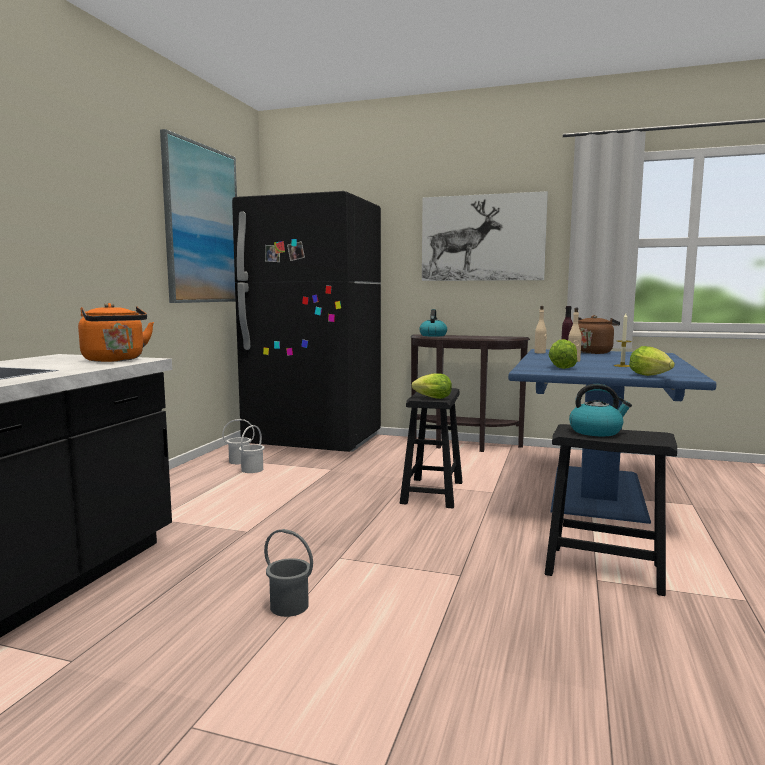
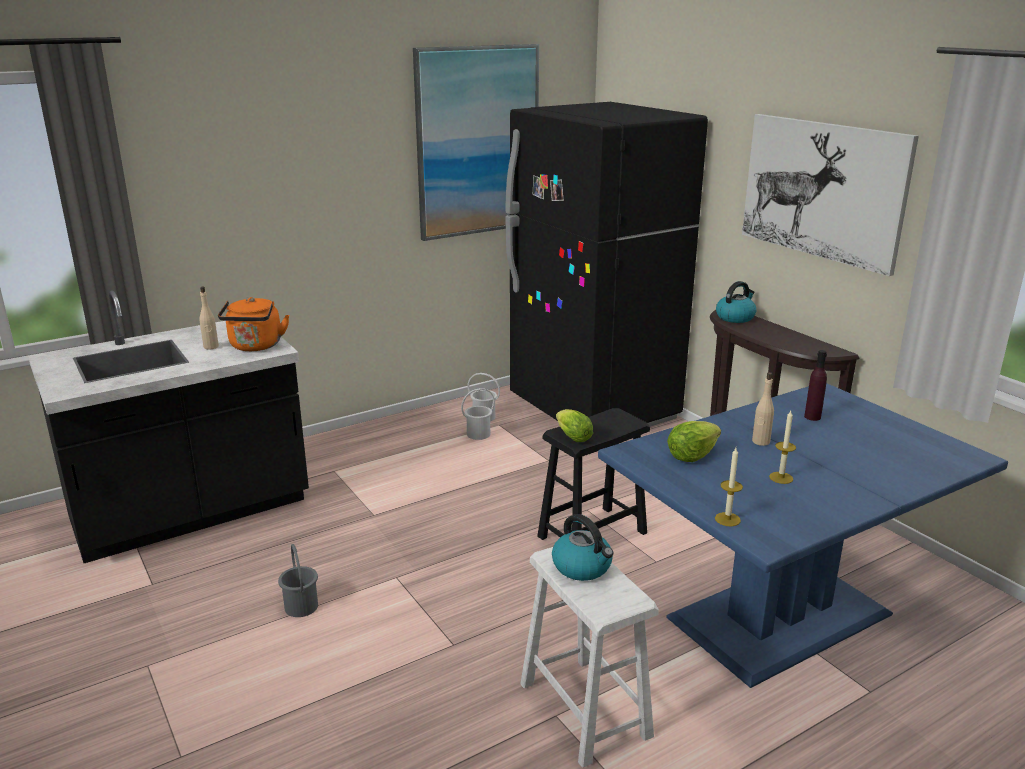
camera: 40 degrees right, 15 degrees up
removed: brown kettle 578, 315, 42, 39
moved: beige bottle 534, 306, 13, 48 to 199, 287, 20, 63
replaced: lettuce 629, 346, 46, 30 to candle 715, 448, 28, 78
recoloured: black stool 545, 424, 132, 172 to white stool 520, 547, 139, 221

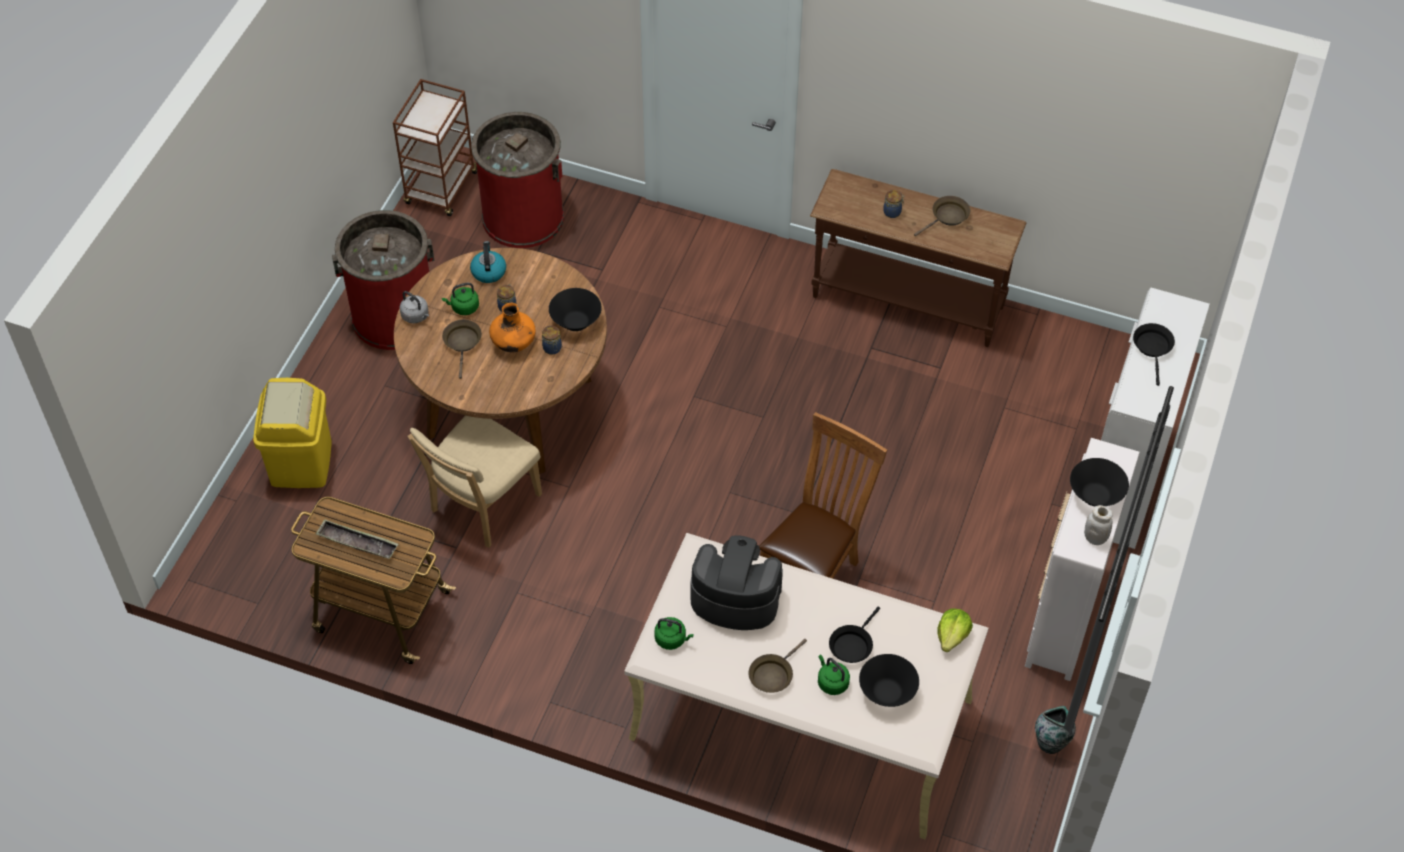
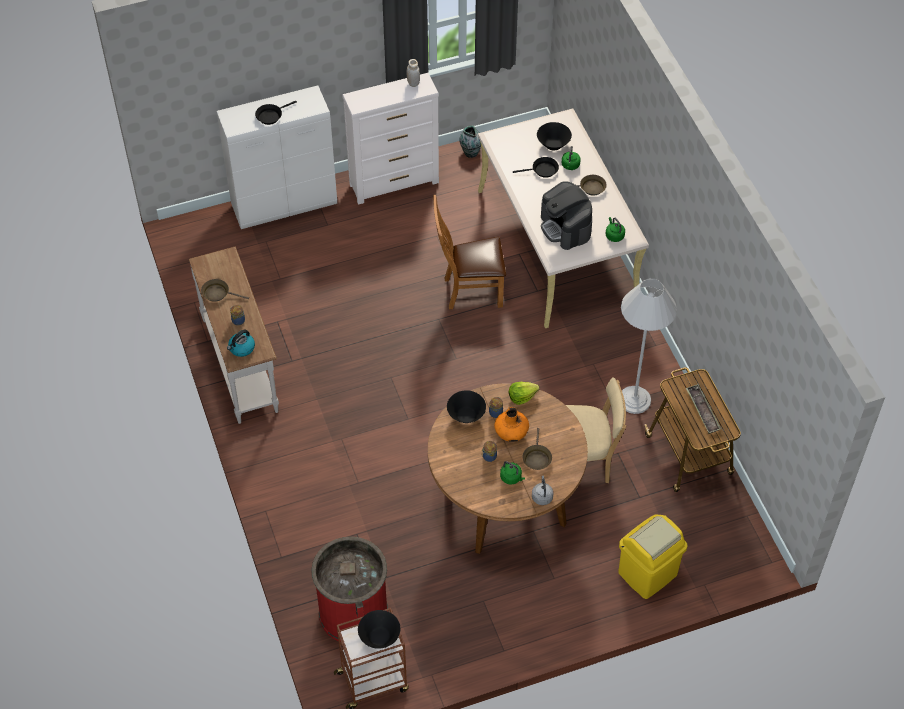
camera: 130 degrees left, 0 degrees up
removed: red trash can 332, 210, 102, 140
added: white floor lamp 621, 278, 56, 136
moved: kettle 470, 241, 36, 42 to 227, 330, 28, 27; lettuce 937, 609, 36, 43 to 509, 382, 30, 23; black bowl 1070, 458, 59, 49 to 358, 610, 42, 39
recoloured: brown console table 810, 169, 216, 178 to white console table 189, 246, 90, 178
turned: brown frying pan 442, 320, 40, 59 = 523, 428, 29, 42 45 degrees counterclockwise

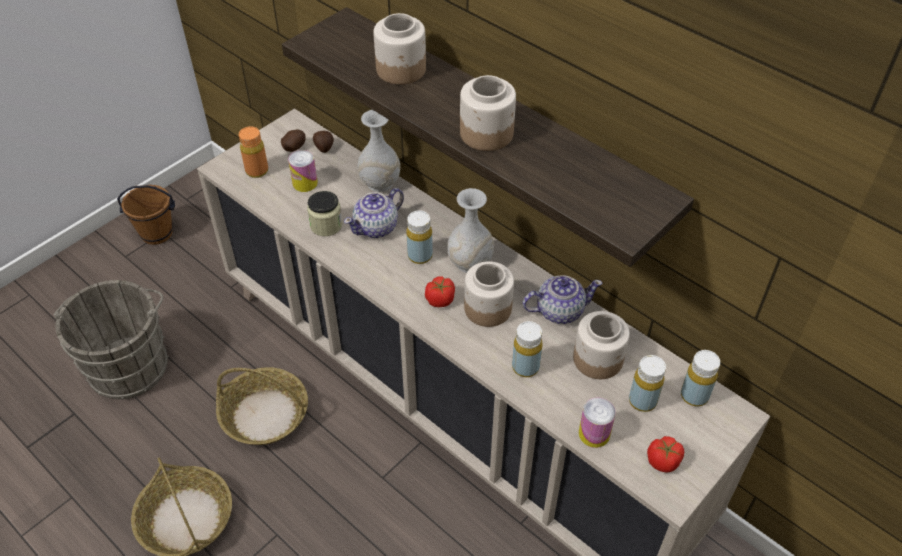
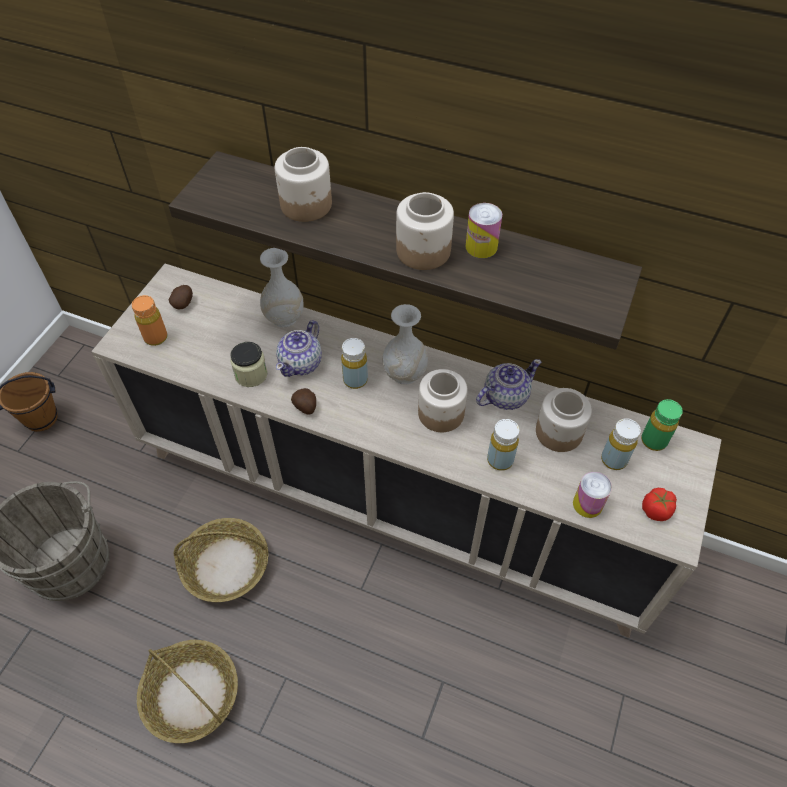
camera: 20 degrees left, 5 degrees up
removed: tomato 425, 277, 30, 30
moved: can 288, 150, 30, 42 to 466, 203, 36, 55; potato 313, 131, 21, 22 to 291, 388, 25, 27
recoloured: yellow bottle 681, 350, 39, 57 to green bottle 641, 399, 42, 52

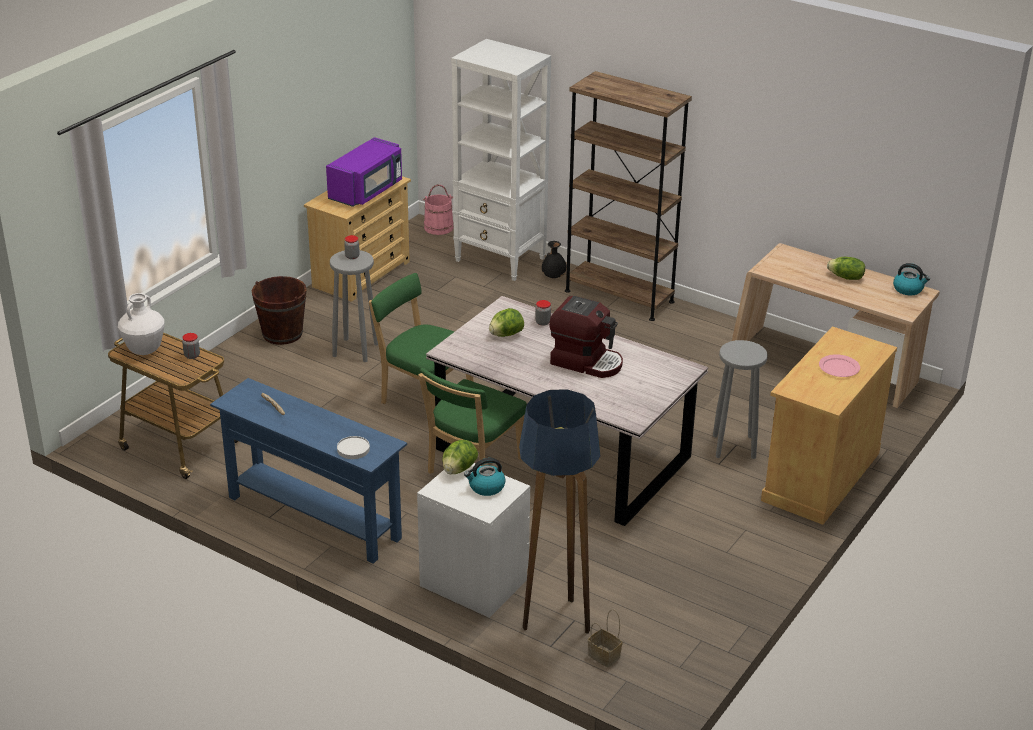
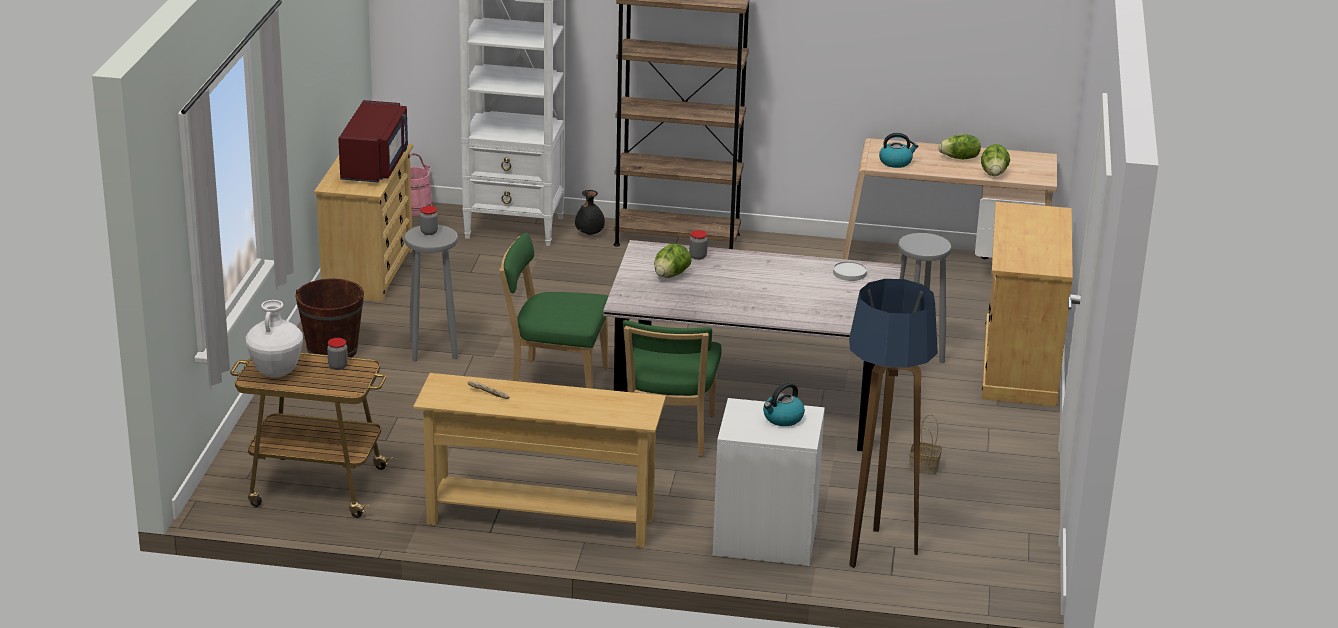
camera: 25 degrees left, 5 degrees down
removed: coffee machine 549, 296, 74, 82; pink plate 819, 354, 41, 23
moved: white plate 337, 436, 33, 23 to 833, 261, 34, 20; lettuce 442, 440, 36, 35 to 981, 144, 29, 32; basket 588, 609, 34, 58 to 909, 414, 33, 61; kettle 893, 263, 37, 32 to 879, 133, 39, 35
recoloured: blue console table 210, 378, 197, 186 to beige console table 413, 373, 253, 175; purple microwave 326, 137, 76, 70 to red microwave 338, 100, 70, 82

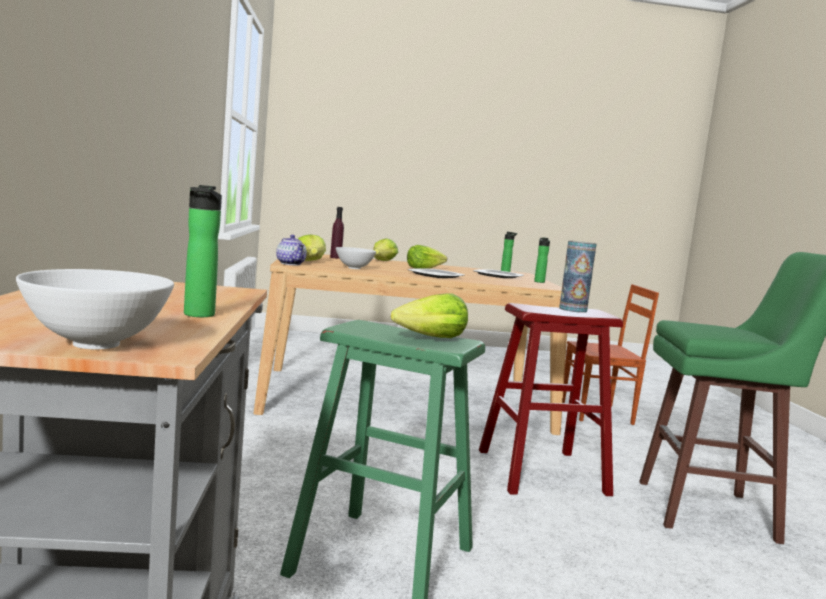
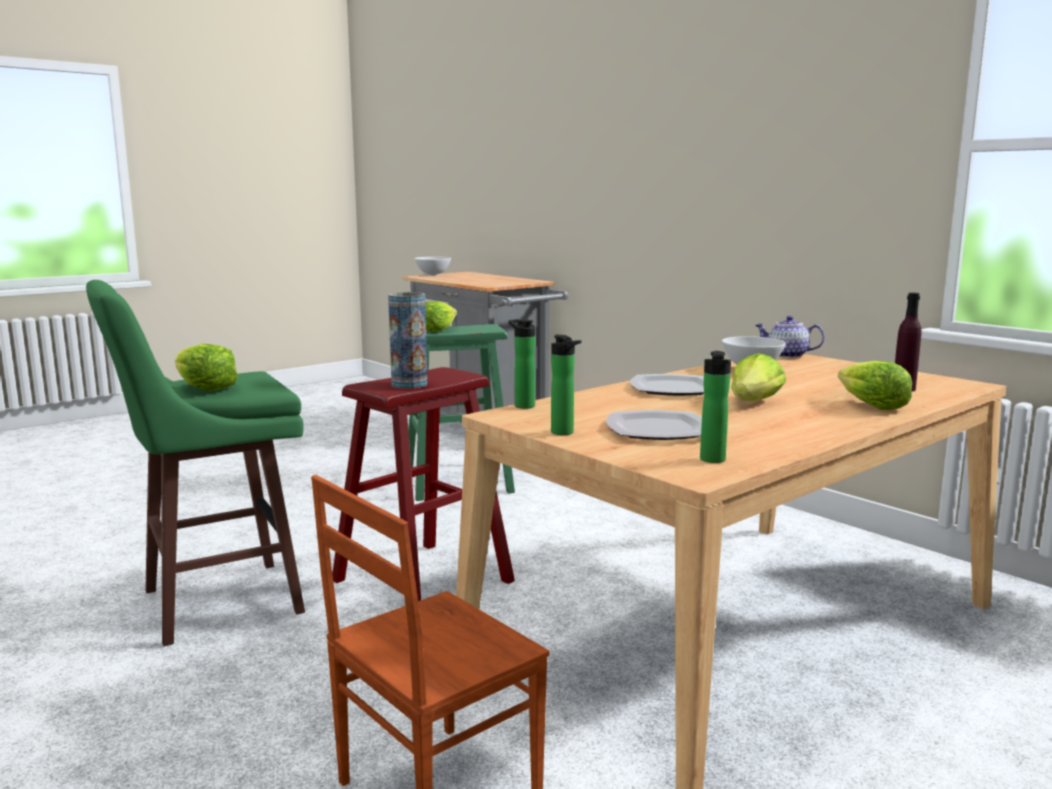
camera: 145 degrees right, 5 degrees up
moved: bottle 184, 185, 38, 132 to 508, 319, 27, 90; lettuce 298, 234, 28, 27 to 175, 344, 63, 47

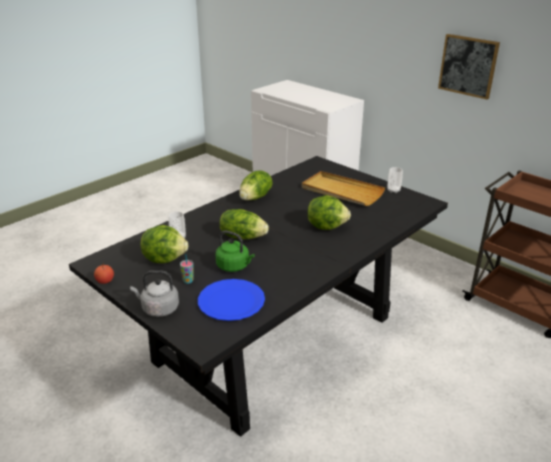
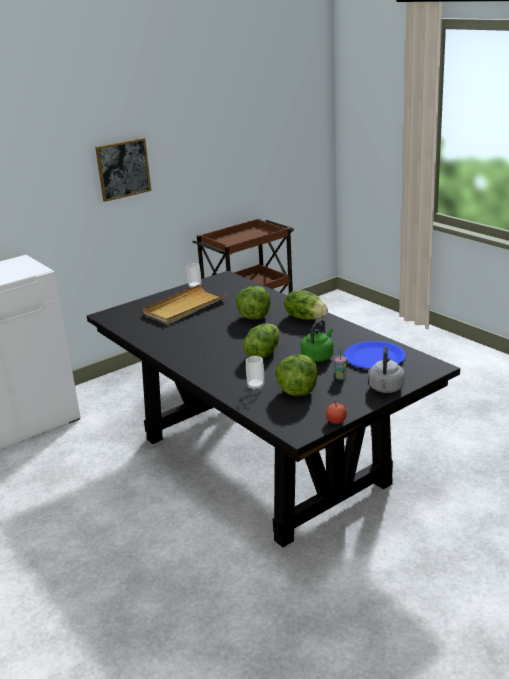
camera: 80 degrees left, 5 degrees down
moved: lettuce 239, 170, 33, 30 to 284, 290, 44, 30

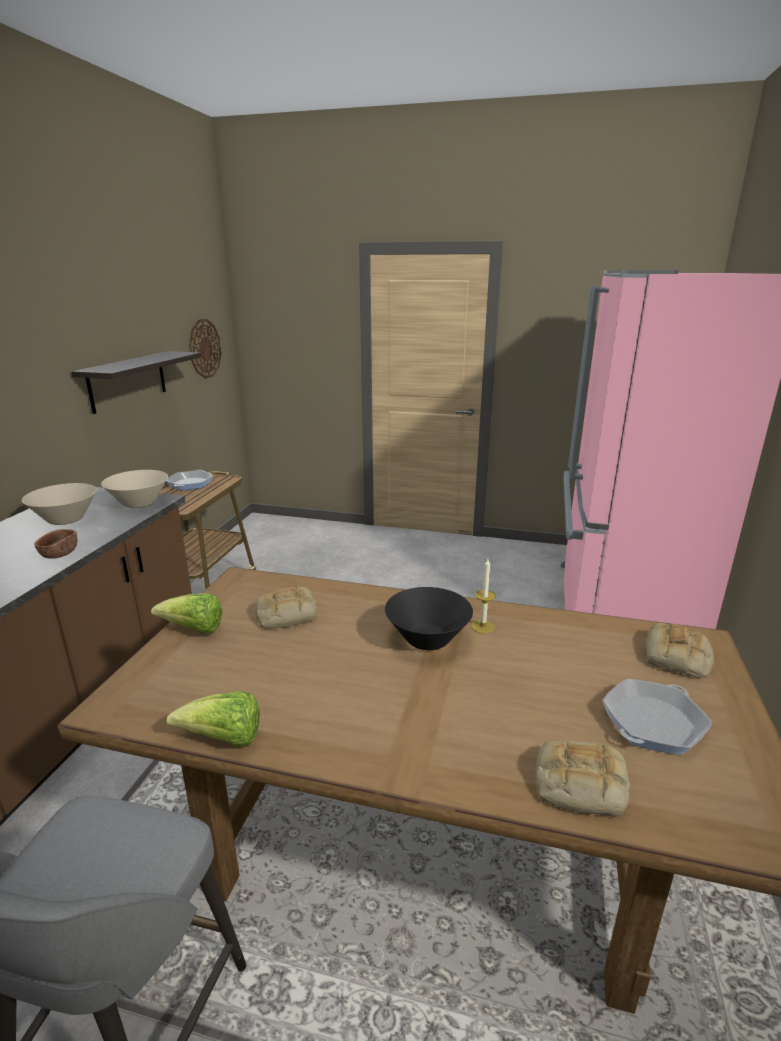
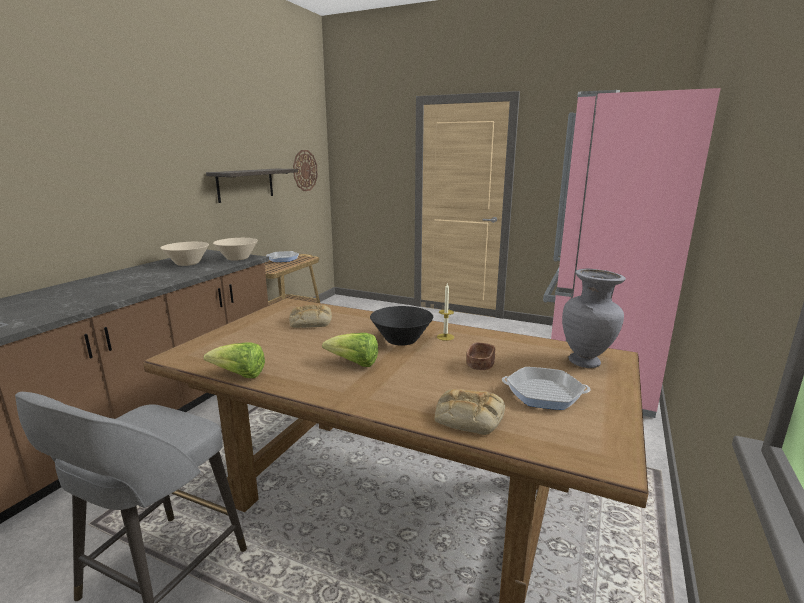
camera: 10 degrees right, 5 degrees down
moved: brown bowl 34, 529, 44, 30 to 466, 343, 29, 27; lettuce 151, 593, 71, 41 to 322, 333, 56, 34
replaced: bread 645, 623, 69, 55 to grey vase 562, 269, 64, 99
turned: frying pan 602, 679, 110, 76 = 502, 367, 88, 43 135 degrees counterclockwise

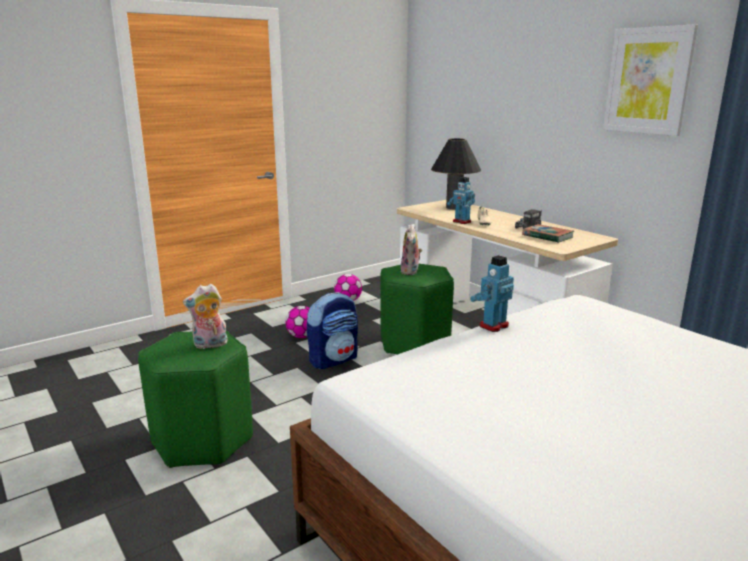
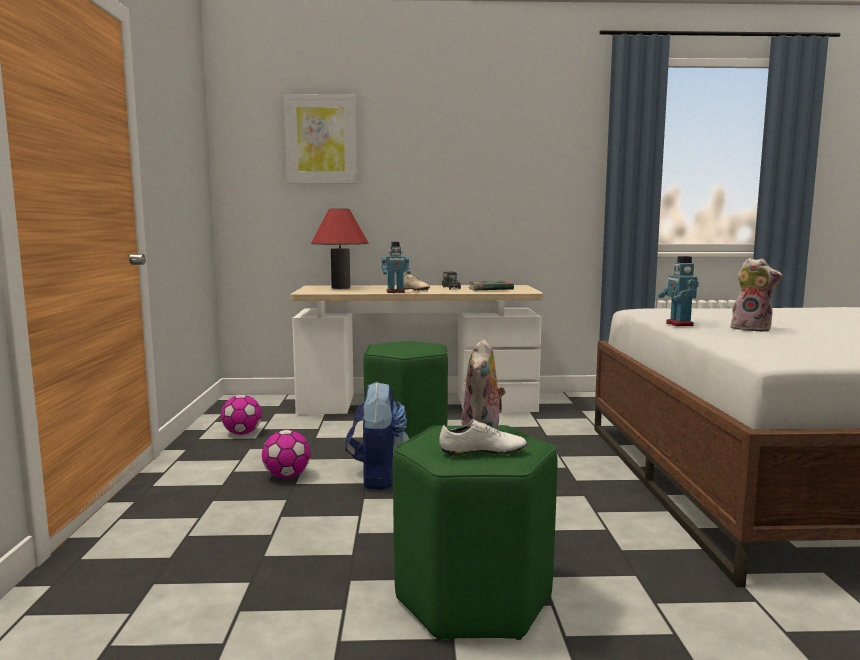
camera: 55 degrees left, 10 degrees down
added: white shoe 439, 419, 88, 38
moved: plush toy 401, 225, 21, 50 to 730, 258, 53, 74; picture 603, 24, 95, 112 to 284, 94, 73, 90
recoloured: black table lamp 431, 138, 50, 72 to red table lamp 311, 208, 58, 81

